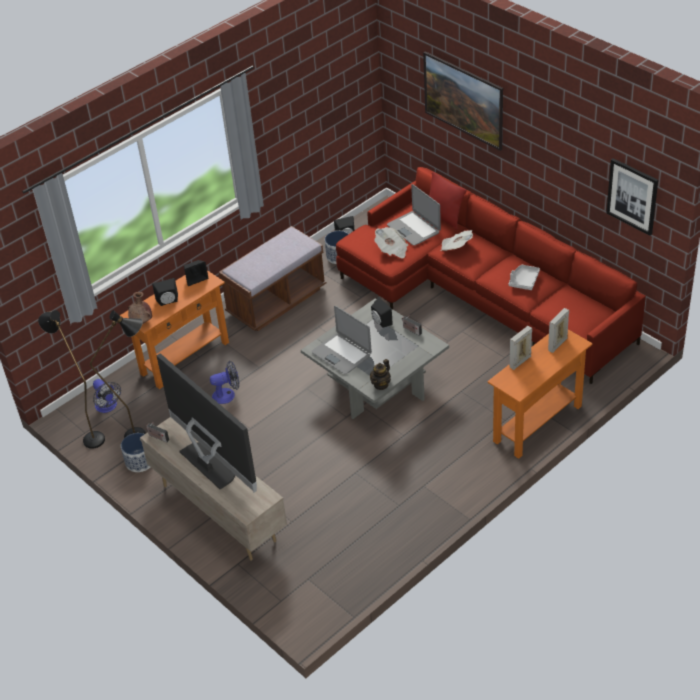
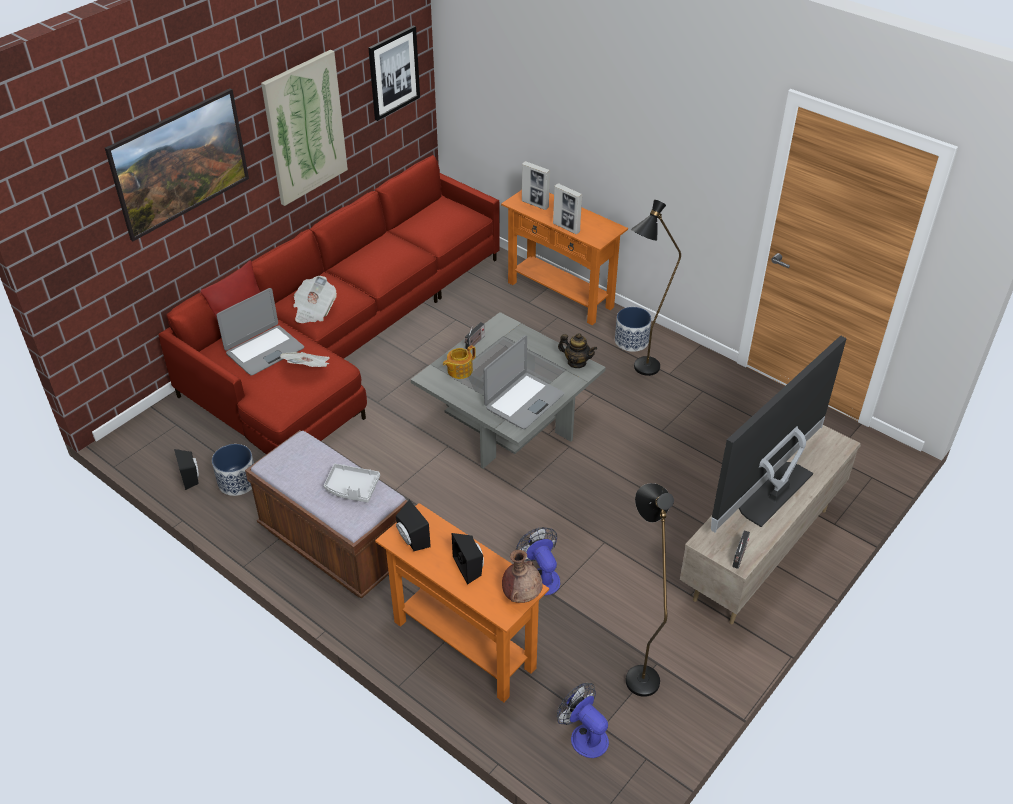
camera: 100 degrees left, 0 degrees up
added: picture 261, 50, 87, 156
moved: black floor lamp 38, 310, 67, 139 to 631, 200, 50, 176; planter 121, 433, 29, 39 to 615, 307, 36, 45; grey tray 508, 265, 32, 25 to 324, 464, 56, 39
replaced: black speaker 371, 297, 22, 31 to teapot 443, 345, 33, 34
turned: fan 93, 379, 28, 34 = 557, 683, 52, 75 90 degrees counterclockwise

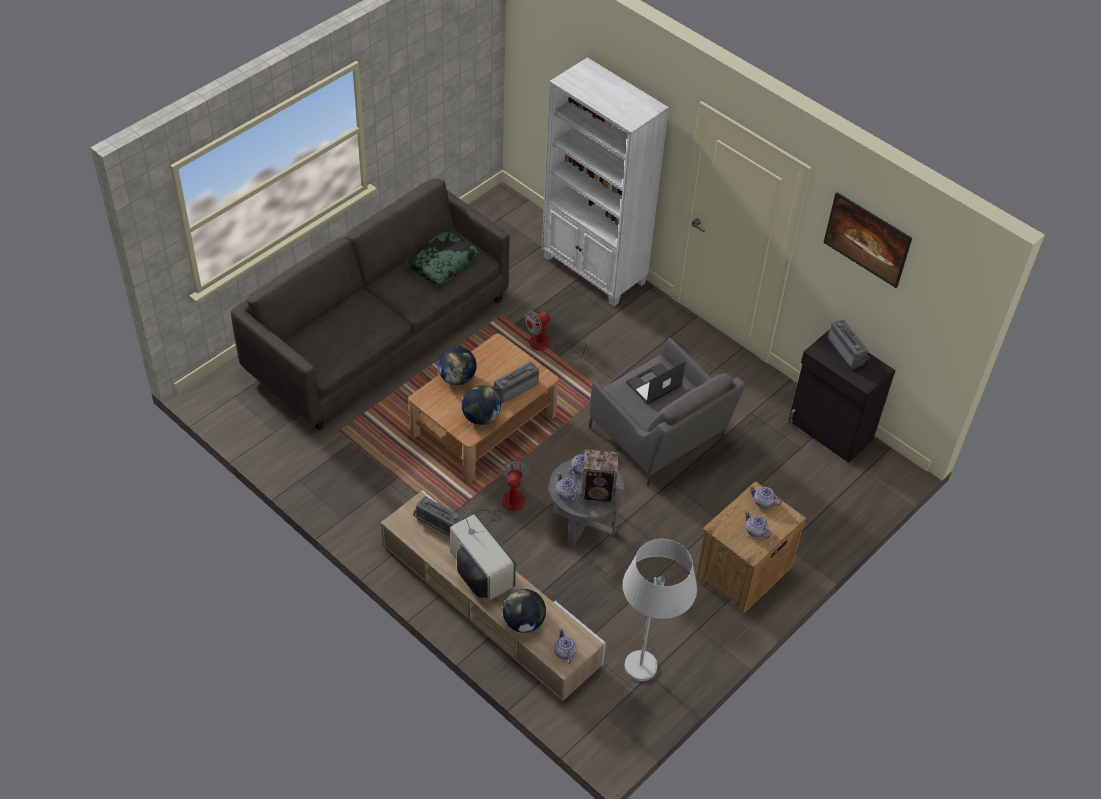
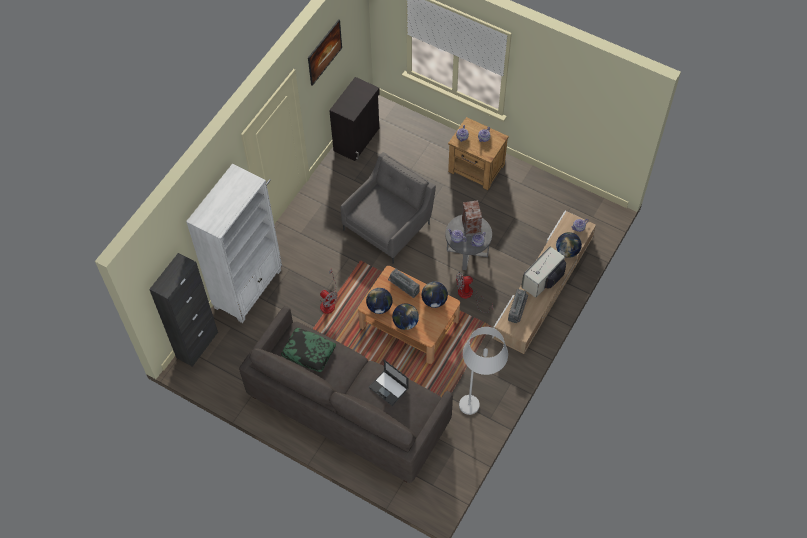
camera: 100 degrees left, 10 degrees up
removed: radio 828, 319, 42, 50
added: black cabinet 149, 253, 69, 114; globe 366, 288, 26, 26
moved: white floor lamp 623, 539, 74, 142 to 459, 327, 49, 88; laptop 626, 361, 60, 43 to 368, 360, 41, 46

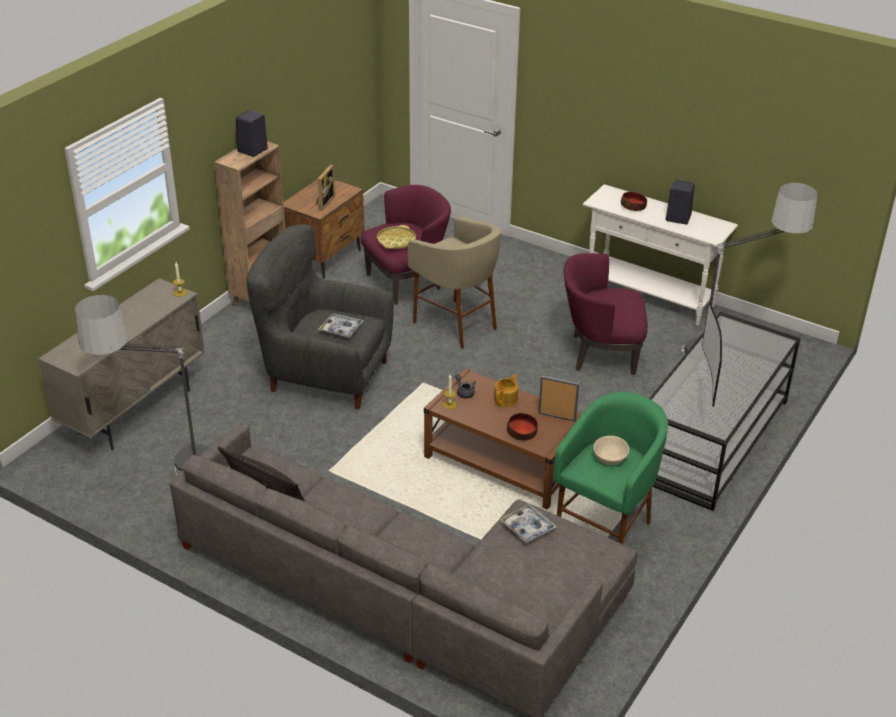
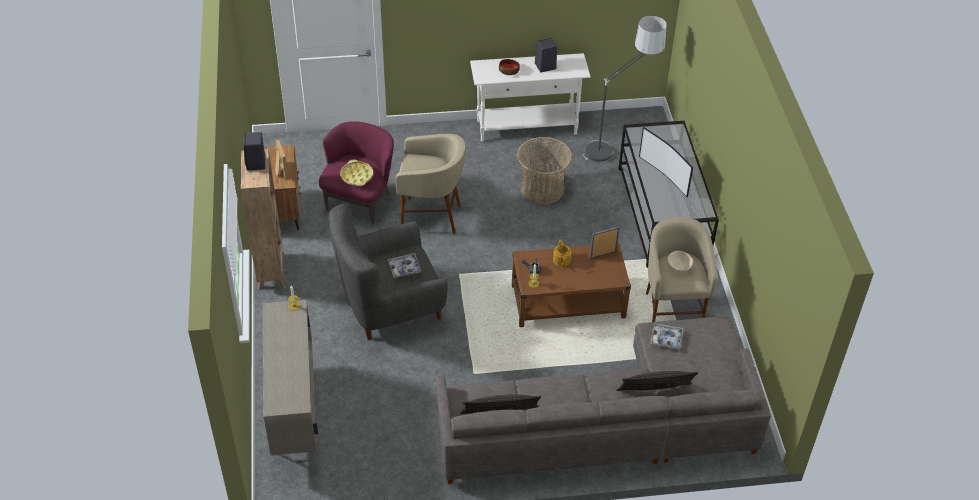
camera: 40 degrees left, 10 degrees up
removed: floor lamp 75, 295, 135, 180; bowl 507, 413, 31, 28
added: pillow 616, 371, 82, 20
replaced: purple armchair 564, 253, 84, 122 to basket 517, 137, 55, 67
recoloured: green stool 553, 392, 115, 152 to beige stool 646, 216, 72, 106

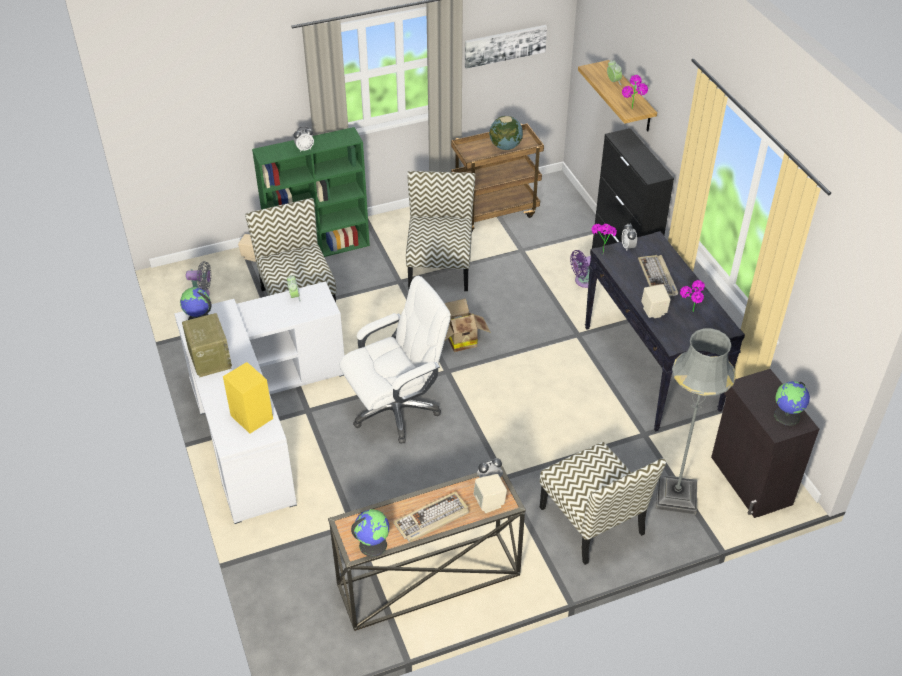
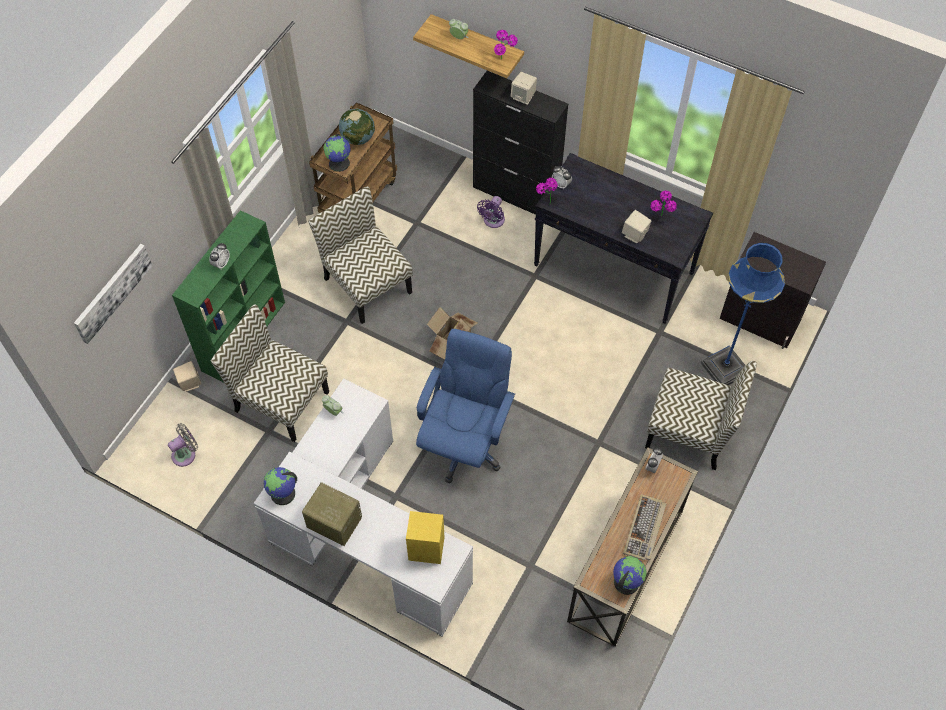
camera: 40 degrees left, 15 degrees up
removed: keyboard 638, 255, 40, 42
moved: picture 465, 25, 82, 44 to 74, 244, 78, 100; beige speaker 473, 474, 34, 39 to 511, 72, 26, 33; globe 774, 381, 36, 45 to 324, 134, 27, 38
recoloured: white office chair 339, 275, 112, 169 to blue office chair 416, 329, 99, 154; grey floor lamp 656, 328, 80, 187 to blue floor lamp 701, 243, 84, 142

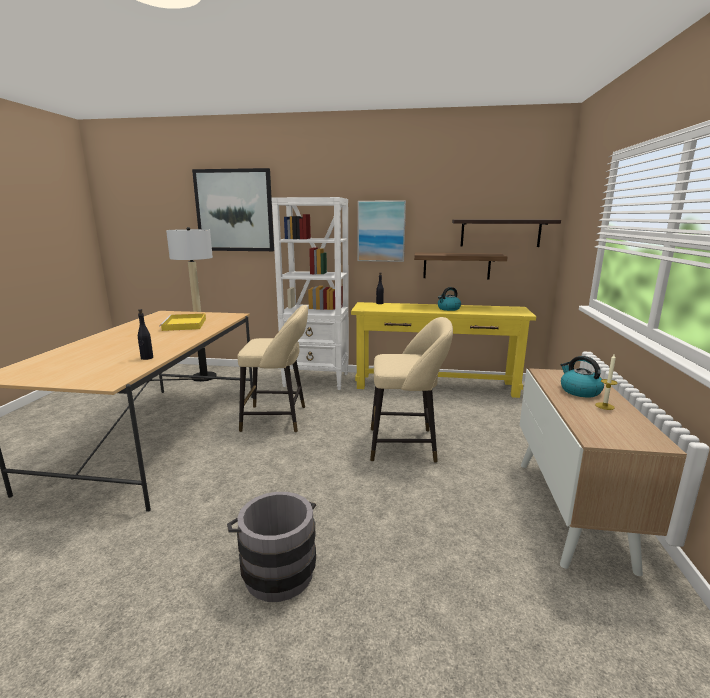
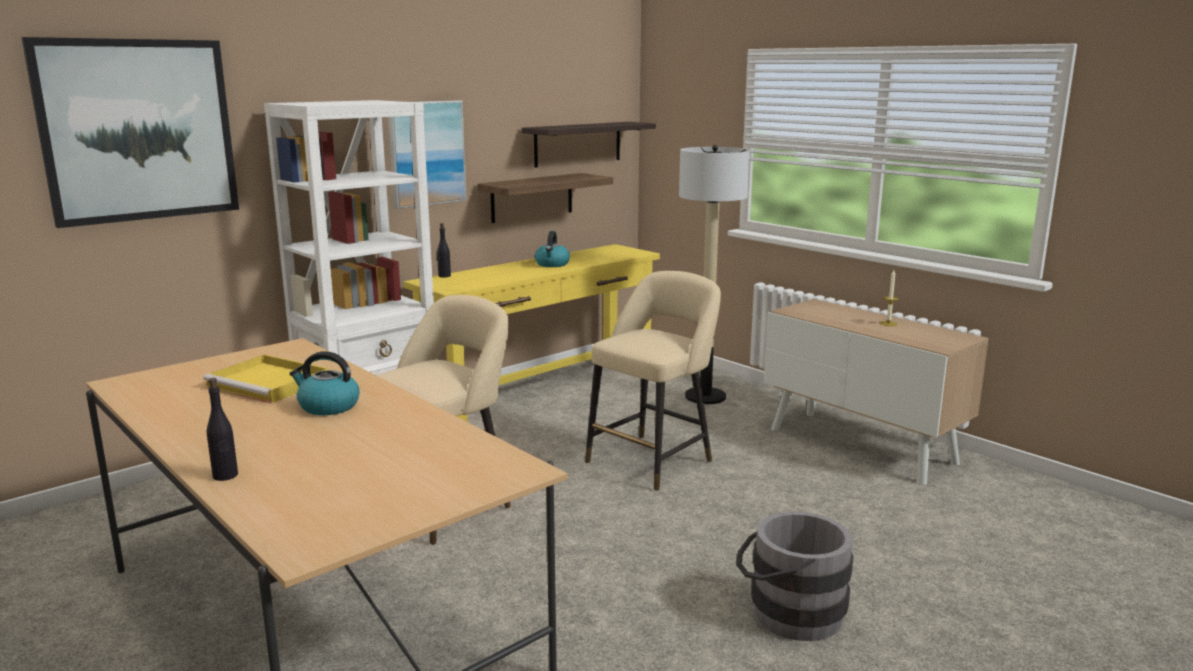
camera: 50 degrees left, 0 degrees up
moved: black bottle 138, 309, 15, 51 to 207, 378, 31, 103; floor lamp 166, 227, 51, 155 to 679, 145, 71, 259; kettle 561, 356, 43, 42 to 289, 351, 71, 64

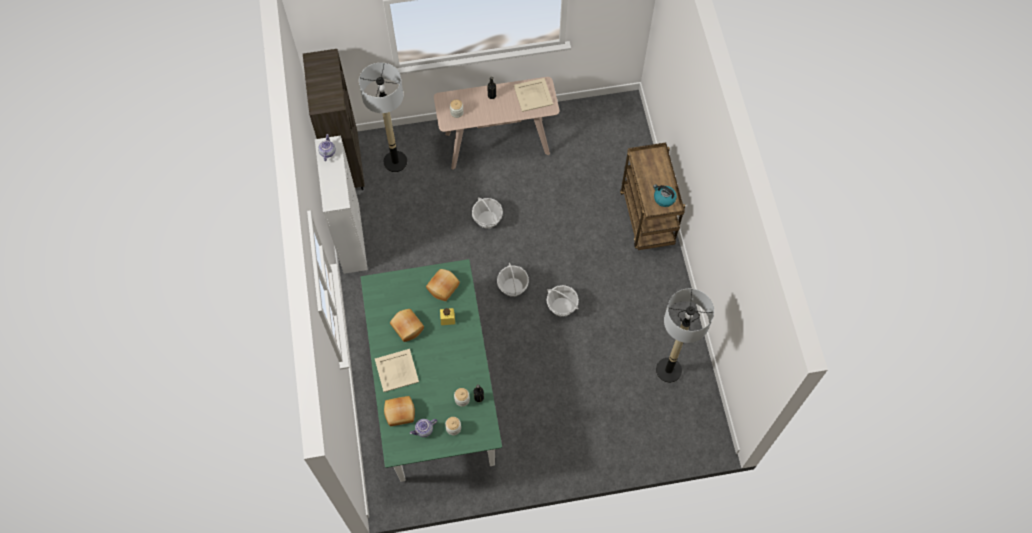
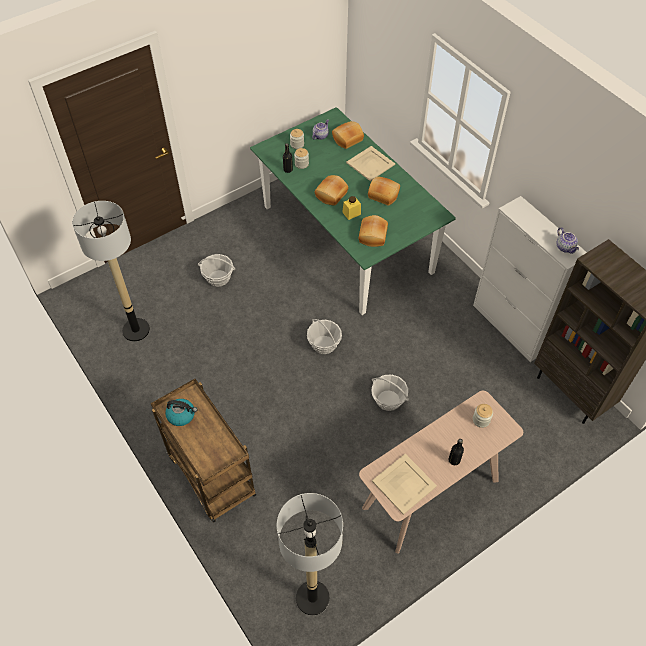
camera: 155 degrees right, 10 degrees down
added: bread 315, 175, 33, 31
moved: floor lamp 359, 63, 48, 109 to 277, 493, 66, 123; basket 547, 285, 32, 32 to 198, 254, 37, 33

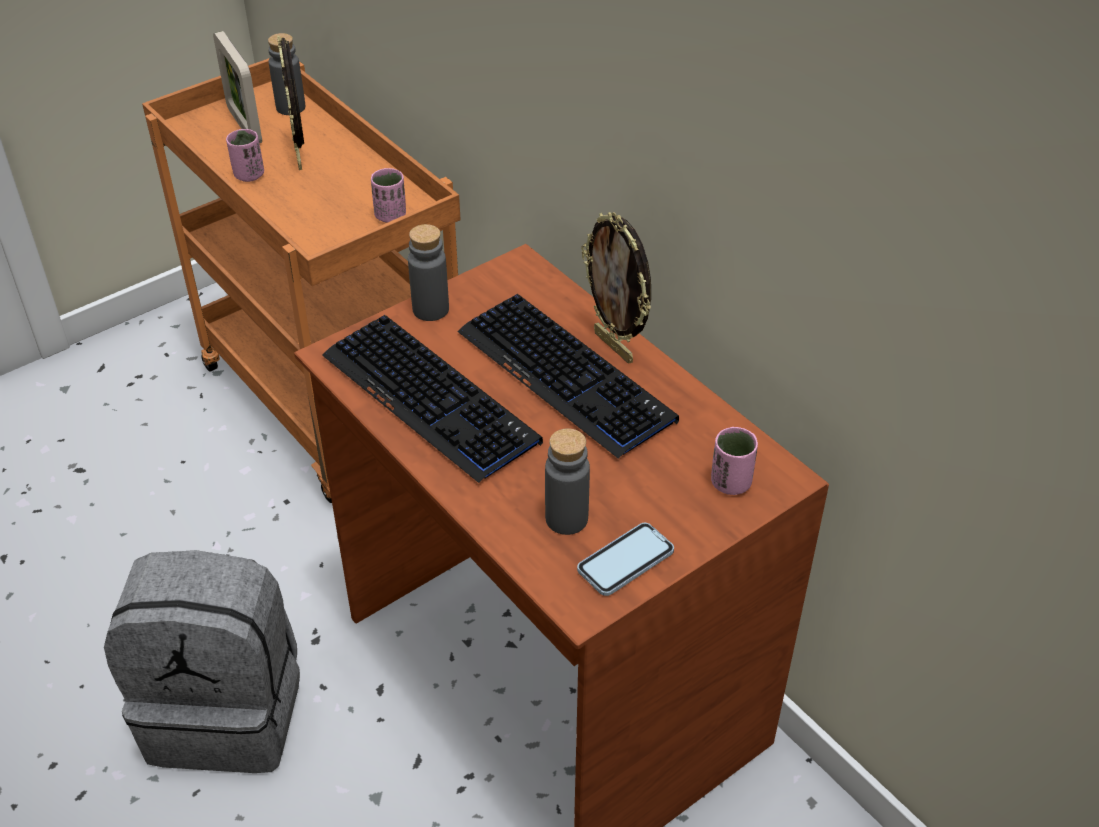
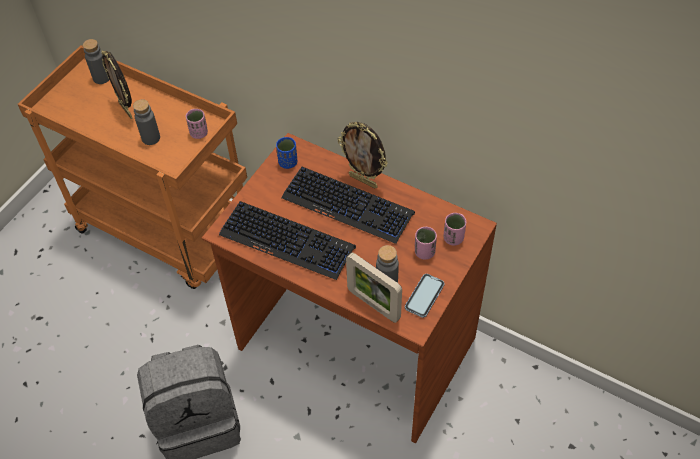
camera: 20 degrees left, 10 degrees up
added: blue cup 276, 137, 21, 32
moved: picture frame 213, 31, 49, 112 to 346, 252, 56, 71; pink cup 226, 129, 38, 53 to 415, 227, 22, 33; grey bottle 408, 224, 41, 97 to 133, 99, 27, 46

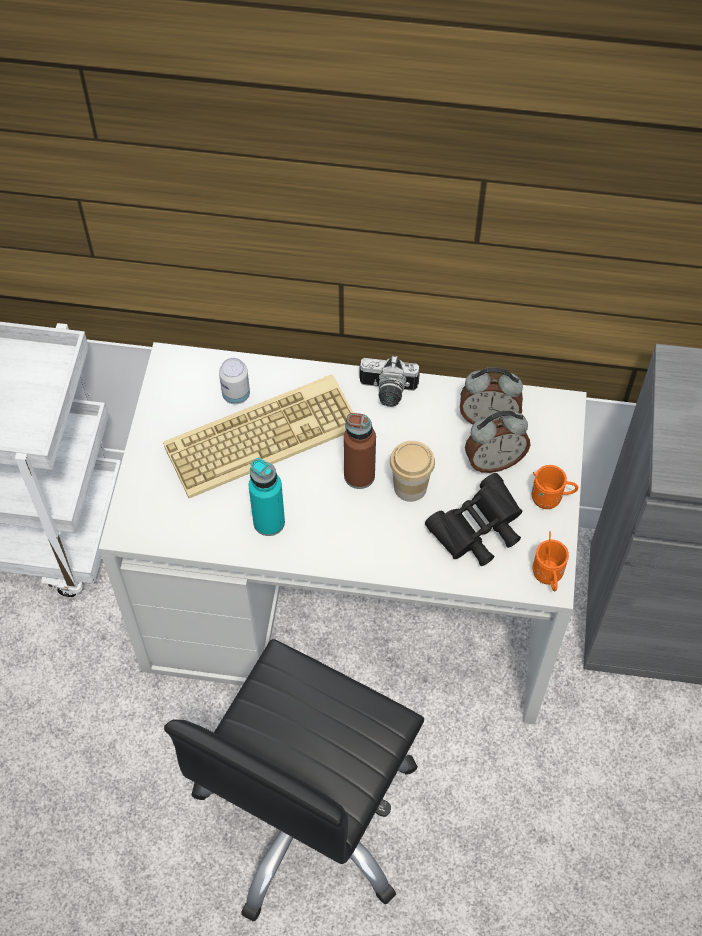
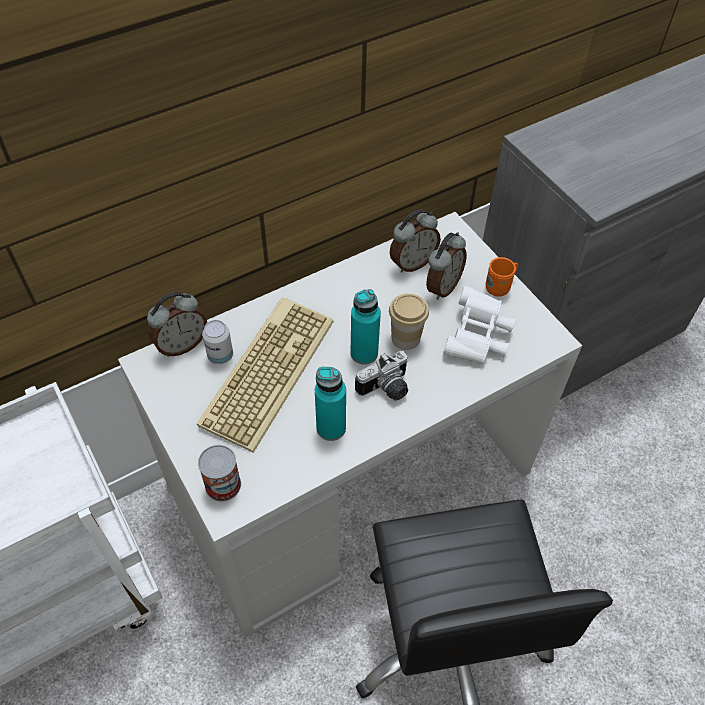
camera: 40 degrees left, 5 degrees down
removed: orange mug 532, 531, 37, 60
added: alarm clock 147, 292, 60, 65; can 198, 445, 43, 57
moved: photo camera 360, 355, 60, 52 to 355, 351, 53, 50
recoloured: brown bottle 344, 413, 32, 76 to turquoise bottle 350, 289, 31, 76; black binoculars 425, 473, 97, 93 to white binoculars 443, 286, 72, 79

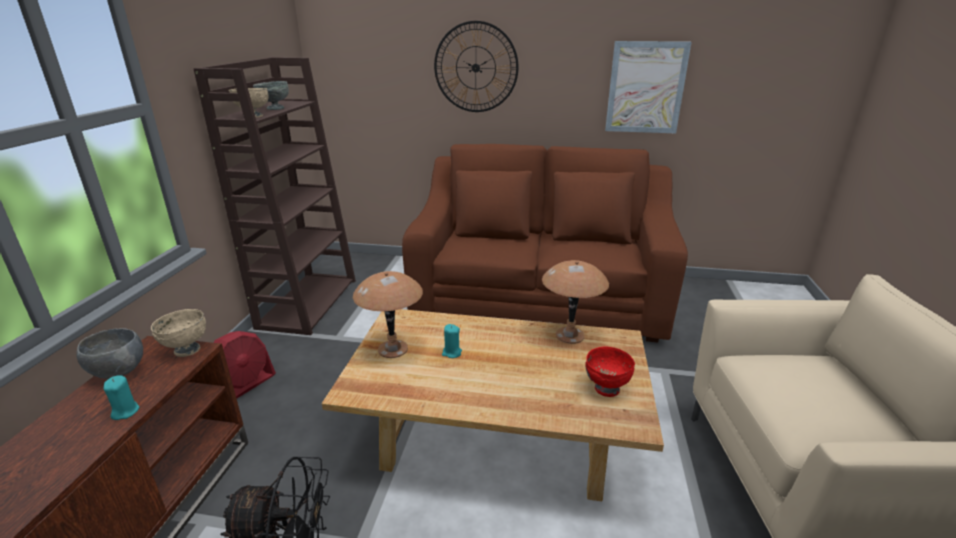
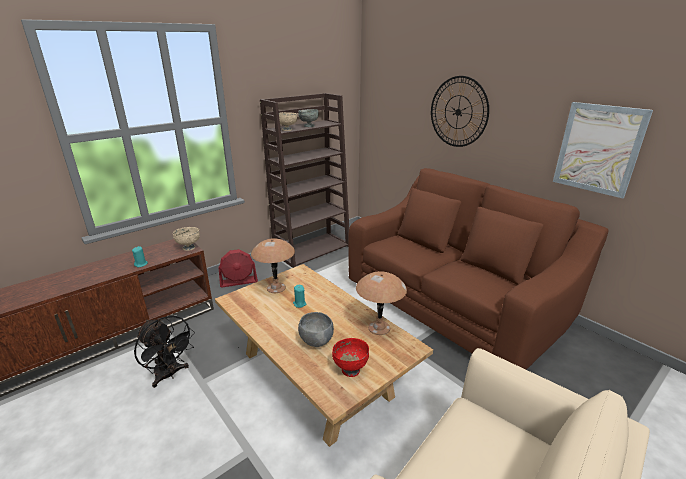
camera: 40 degrees right, 0 degrees up
moved: grey bowl 76, 328, 67, 51 to 298, 312, 36, 35

